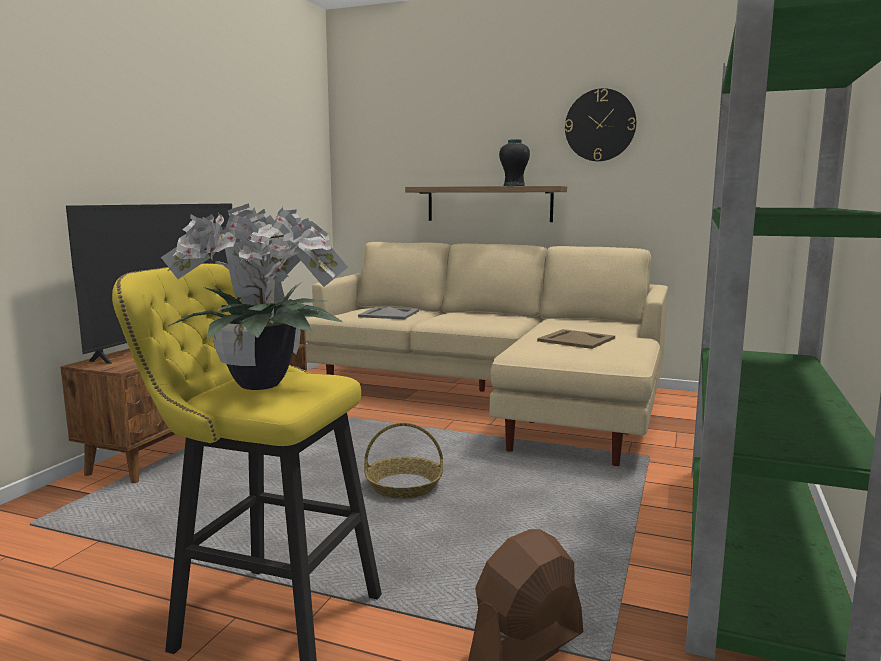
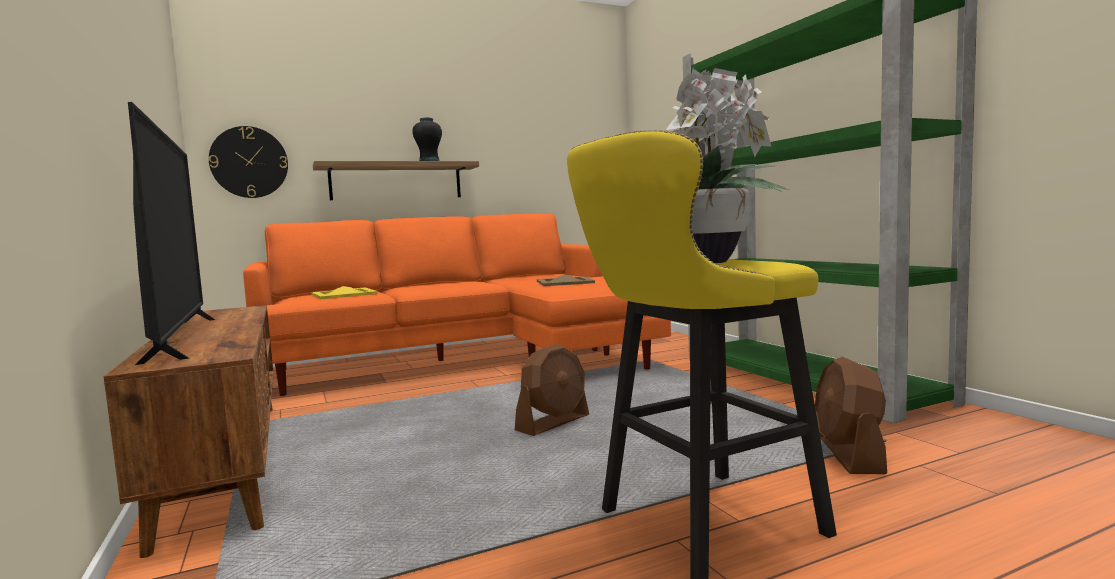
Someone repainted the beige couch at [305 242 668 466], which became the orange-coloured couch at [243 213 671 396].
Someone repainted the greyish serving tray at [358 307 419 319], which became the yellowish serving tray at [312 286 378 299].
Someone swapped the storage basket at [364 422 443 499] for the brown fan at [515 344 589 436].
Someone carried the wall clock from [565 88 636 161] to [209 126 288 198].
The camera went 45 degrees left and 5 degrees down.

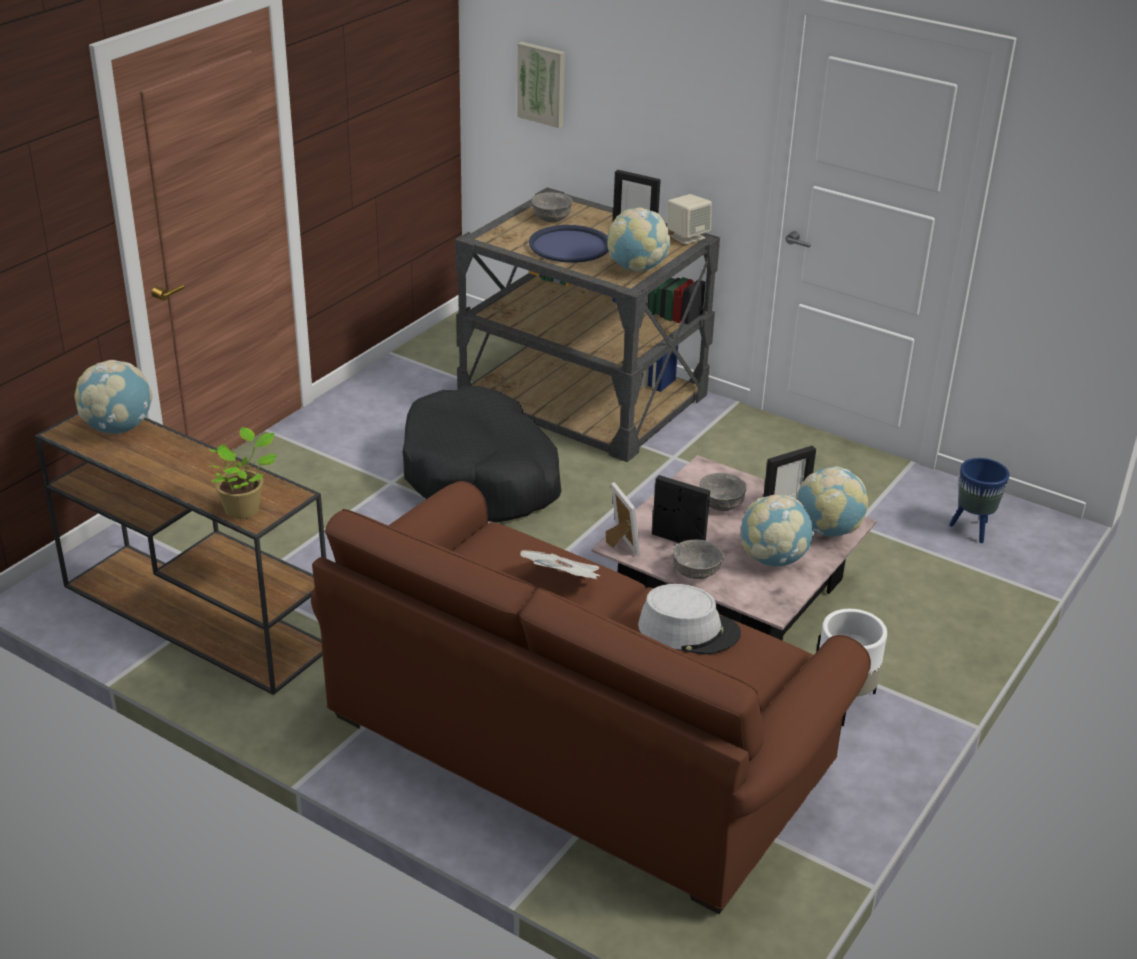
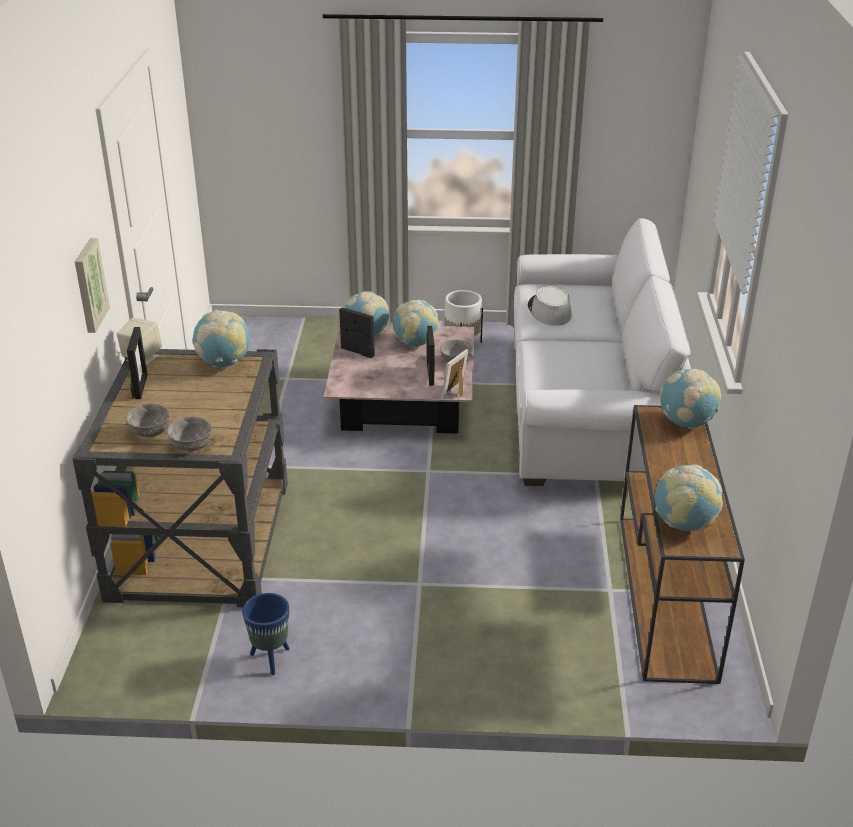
Someone swapped the potted plant at [209 427 277 519] for the desk globe at [660 369 721 429].
Someone repainted the brown couch at [311 481 871 914], which became the white-coloured couch at [514 218 691 486].
Someone took away the black dog bed at [402 386 562 522].
Someone carried the wall picture from [517 42 565 128] to [75 238 110 333].
Someone took away the printed paper at [520 550 600 579].
Someone took away the bluish serving tray at [529 225 609 263].
Someone carried the greyish bowl from [700 473 747 511] to [167 417 212 451].
Someone carried the bluish planter from [949 458 1010 543] to [242 593 289 675].
The camera went 120 degrees left and 0 degrees up.

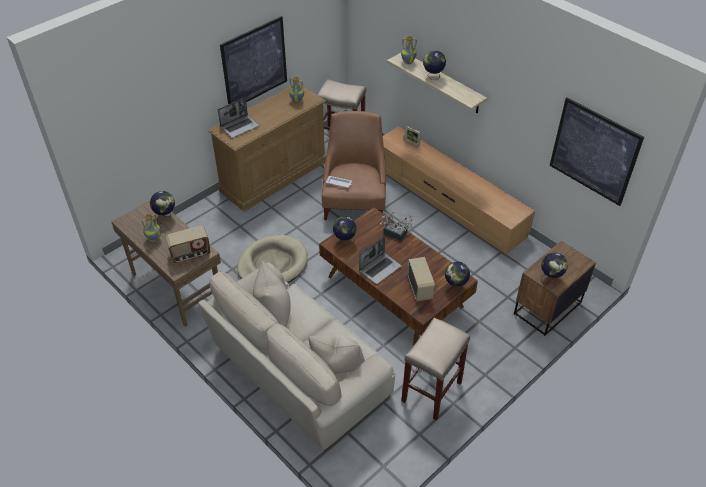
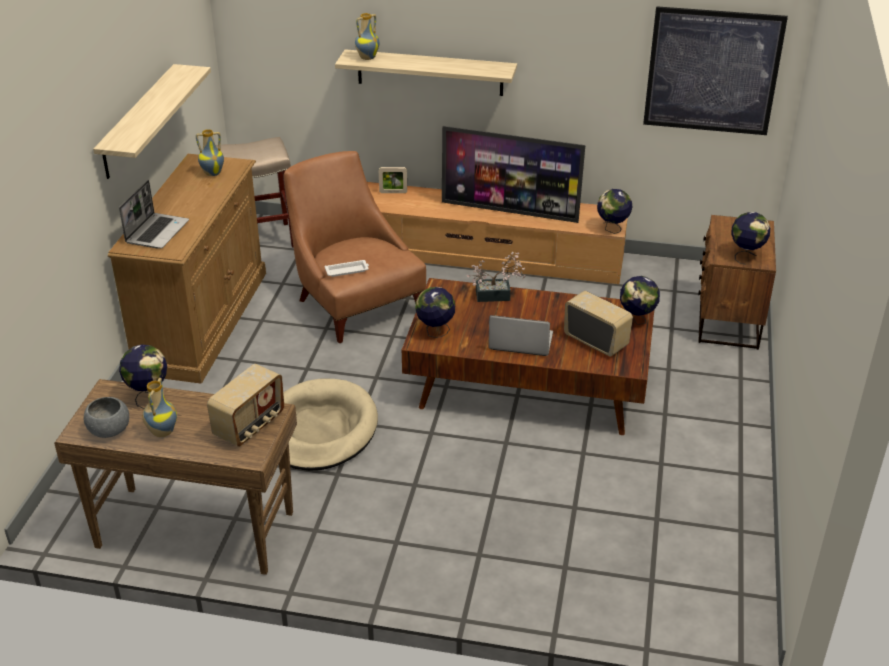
Someone took away the beige couch at [198 261 395 451].
Someone swapped the wall picture at [220 16 287 104] for the wall shelf at [93 64 211 179].
Someone rotated the portable computer at [359 237 402 284] by 90 degrees counterclockwise.
Someone took away the beige stool seat at [401 318 470 421].
Someone carried the desk globe from [423 50 446 80] to [597 189 632 234].
Someone put down the greyish bowl at [84 397 129 438].
Someone put down the television at [442 126 585 223].
The camera went 35 degrees left and 10 degrees down.

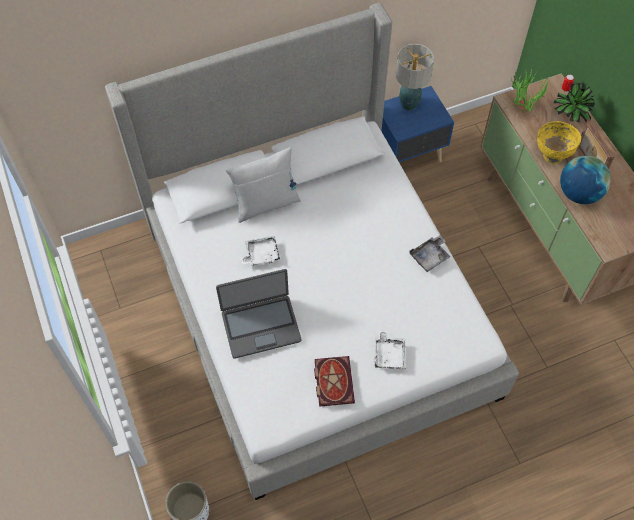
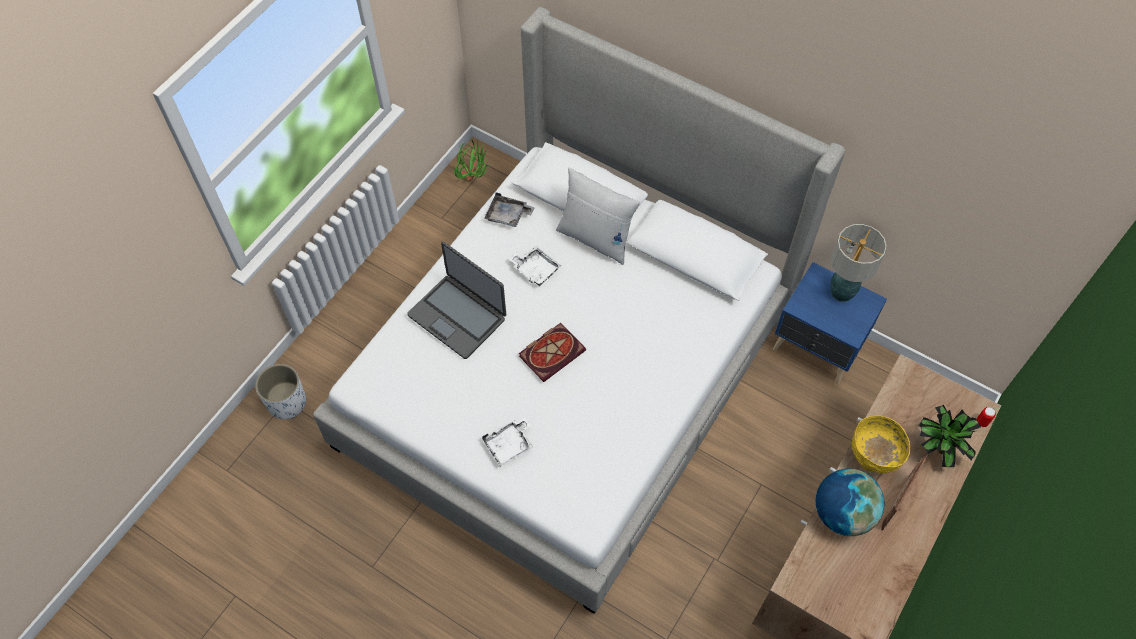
Someone carried the book from [314 356 355 407] to [519 323 586 382].
Someone carried the greyish serving tray from [409 235 451 272] to [484 193 535 227].
Someone carried the potted plant from [510 70 551 112] to [454 138 489 182].
The camera went 55 degrees right and 0 degrees up.

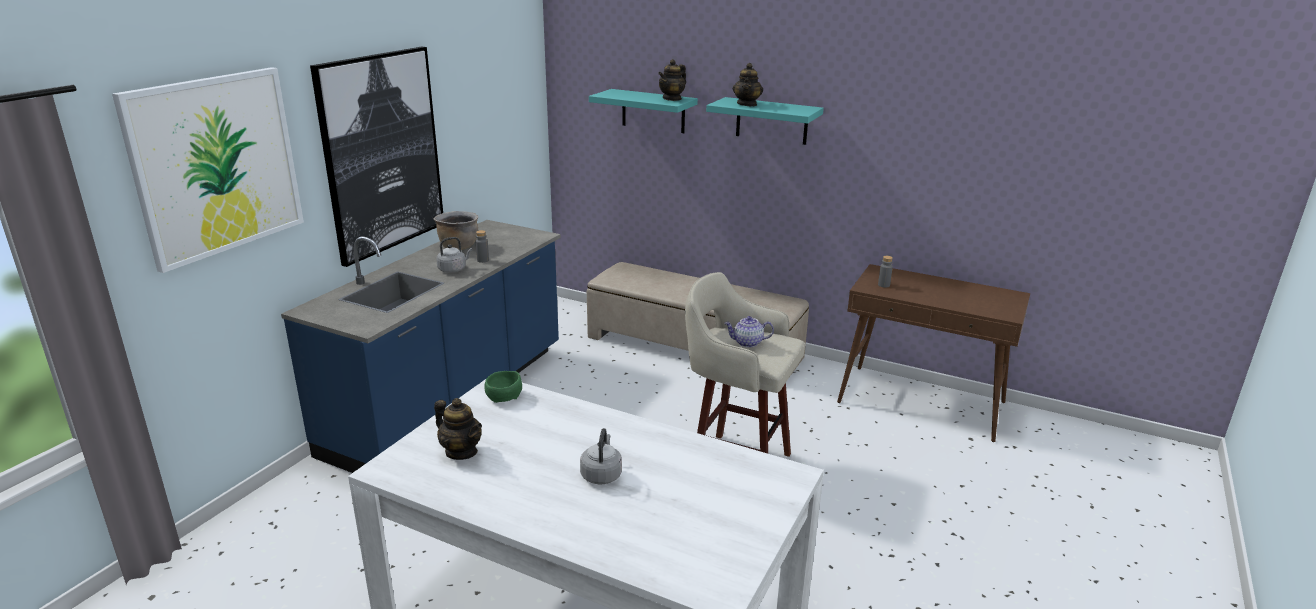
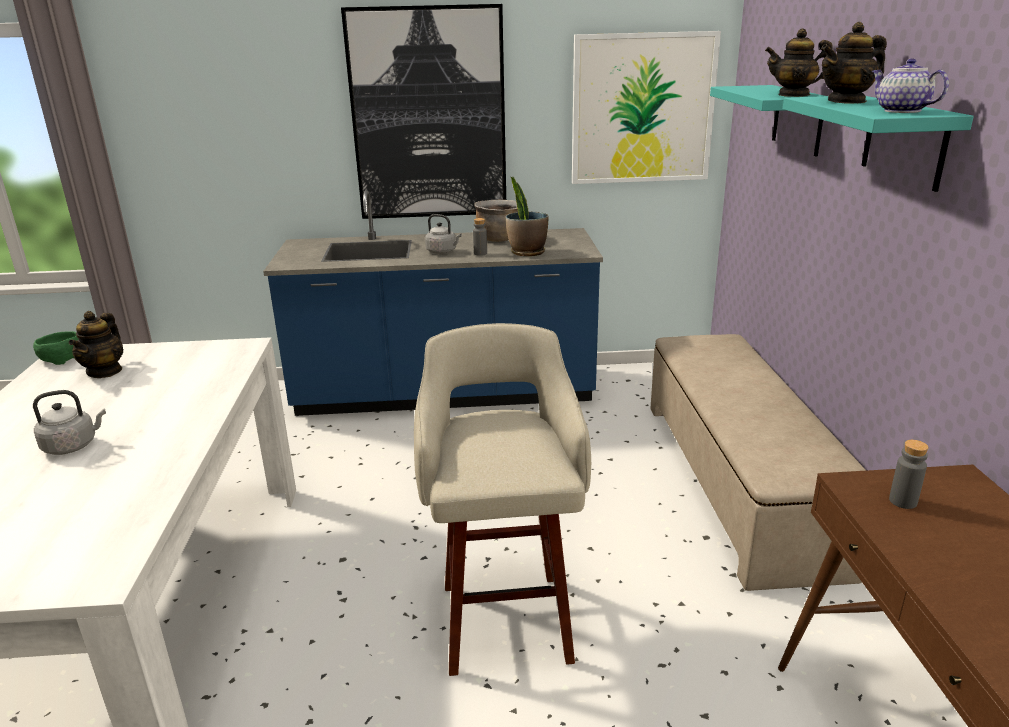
Someone carried the wall picture from [112 67 304 273] to [572 31 721 184].
Someone carried the greenish bowl from [484 371 522 403] to [33 331 79 365].
Someone carried the pot for tea from [724 316 774 348] to [872 58 949 113].
Someone put down the potted plant at [506 177 548 256].
The camera went 60 degrees right and 0 degrees up.

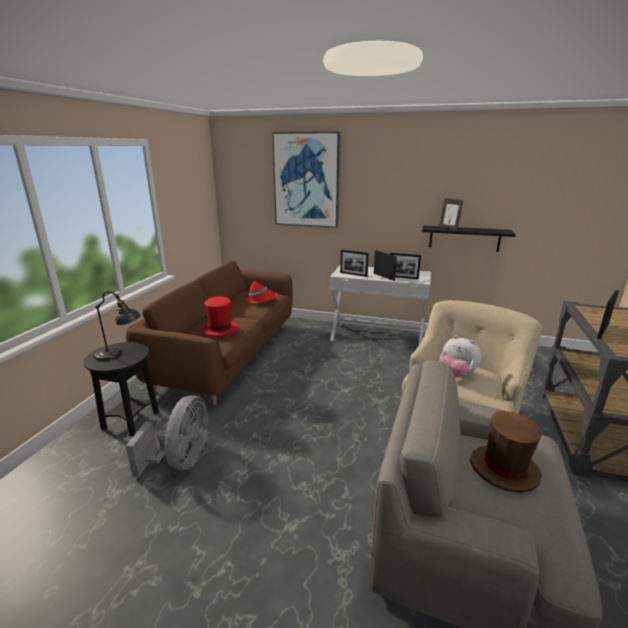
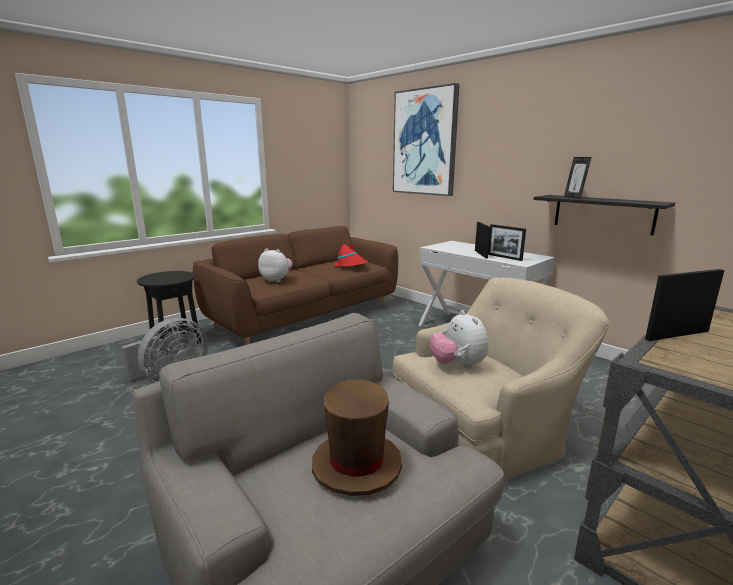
Someone took away the greyish lamp for a table at [94 291 141 361].
Someone swapped the reddish wearable hat at [202 296 239 337] for the cuddly toy at [258 248 293 283].
Someone took away the standing frame at [340 250 369 277].
The camera went 30 degrees right and 5 degrees down.

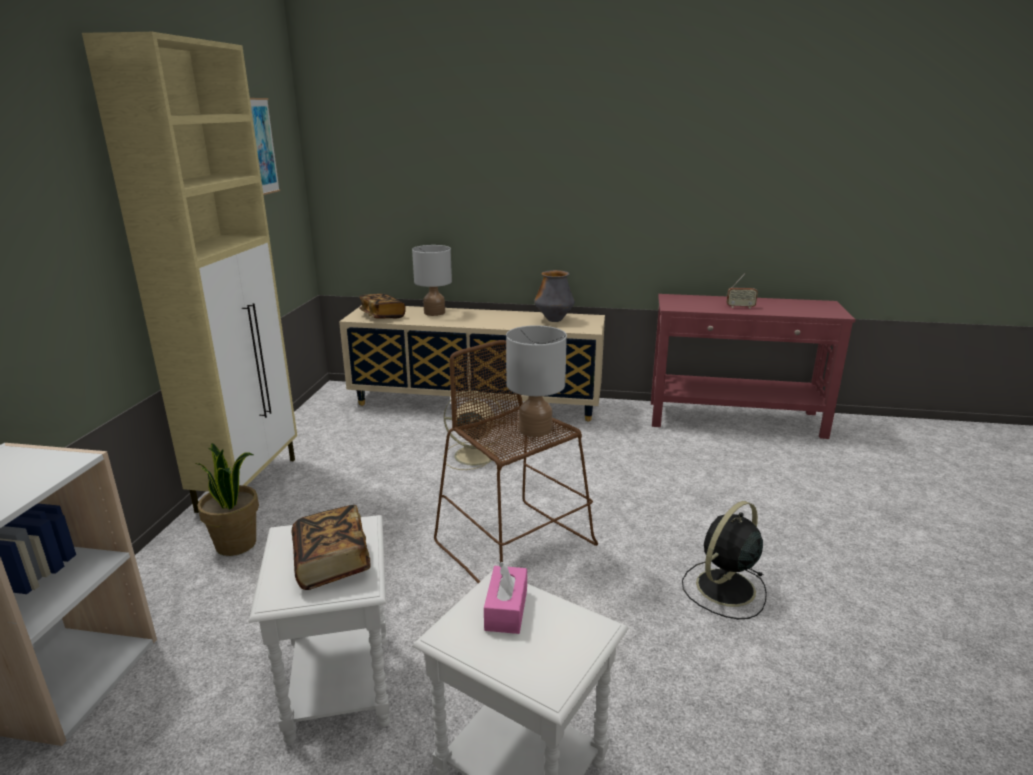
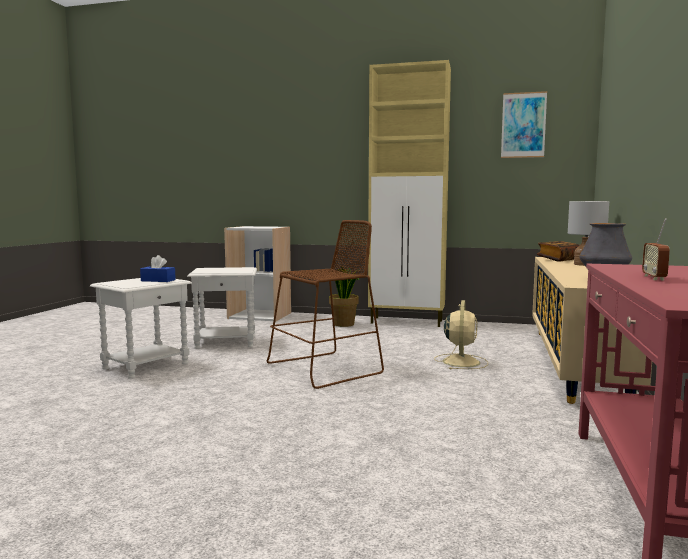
Someone took away the book at [292 505 371 590].
Someone repainted the pinkish tissue box at [484 562 527 634], which became the bluish tissue box at [140 255 176 282].
Someone took away the greyish lamp for a table at [506 325 567 437].
Someone took away the black fan at [682 501 767 619].
The camera went 95 degrees right and 15 degrees down.

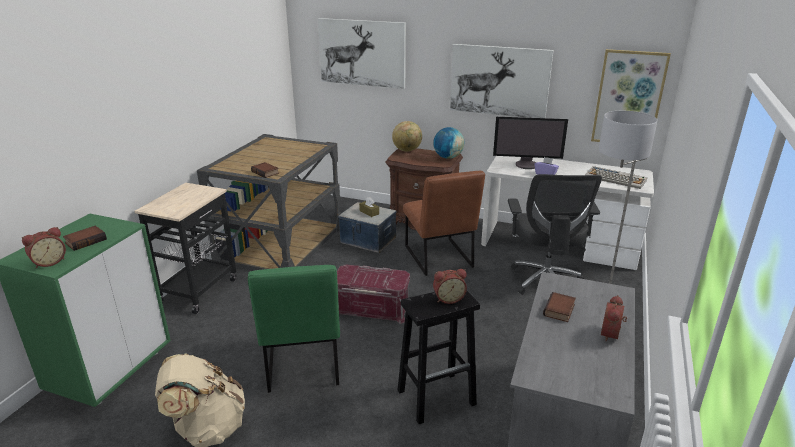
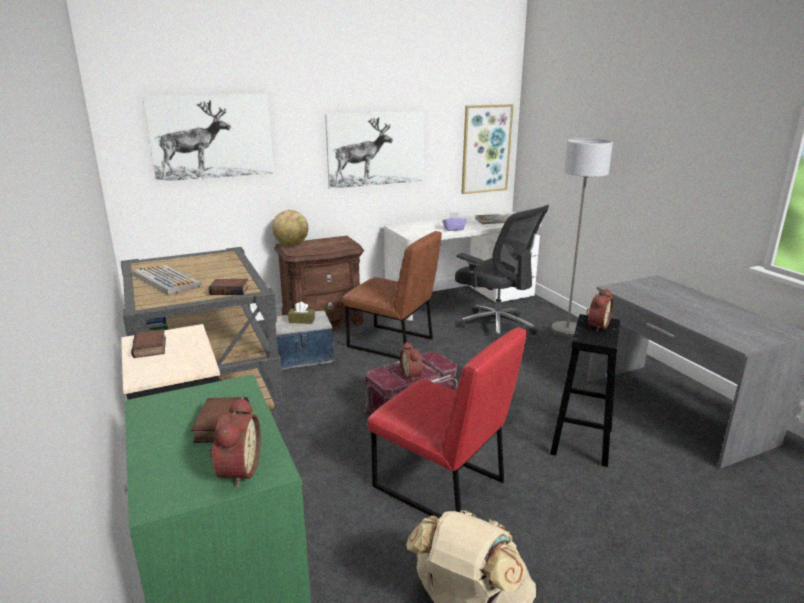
Someone repainted the greenish chair at [248 265 340 393], which became the reddish chair at [367 327 527 518].
Someone took away the desk globe at [433 127 464 159].
Someone took away the computer display at [493 117 568 169].
Someone carried the book from [543 292 576 322] to [131 329 166 358].
Someone carried the table clock from [601 295 627 342] to [400 342 423 381].
Someone put down the computer keyboard at [133 265 202 295].
The camera went 45 degrees left and 5 degrees down.

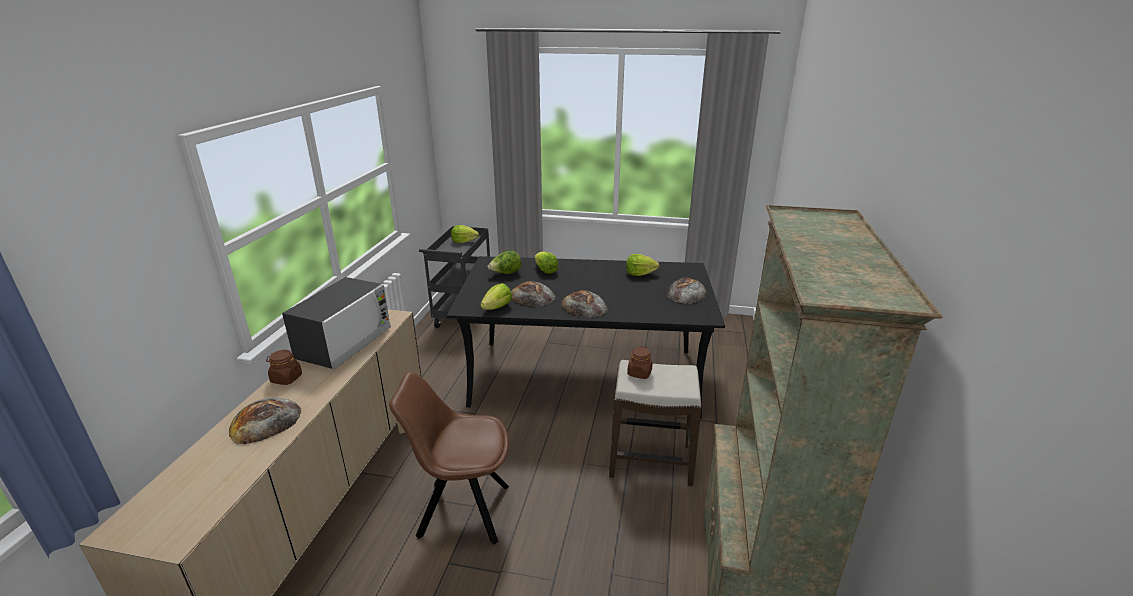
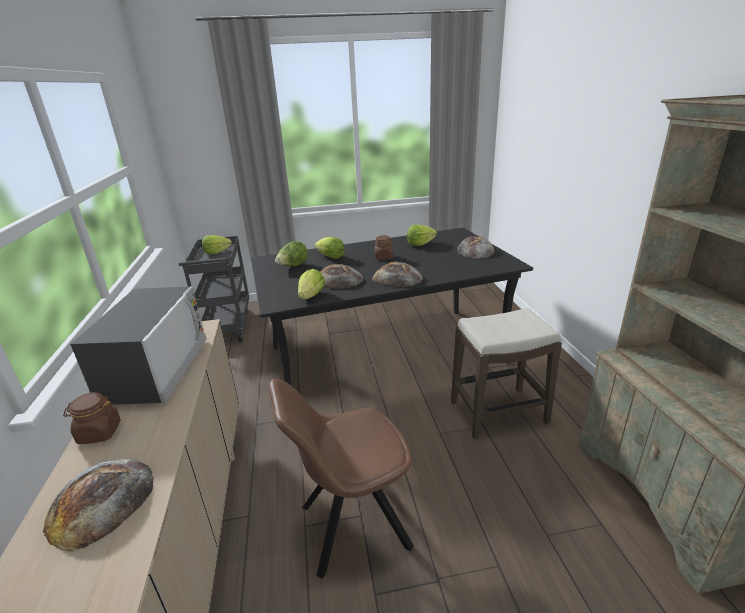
Someone carried the brown storage jar from [627 346 653 379] to [375 235 393 260].
The camera went 20 degrees left and 0 degrees up.

